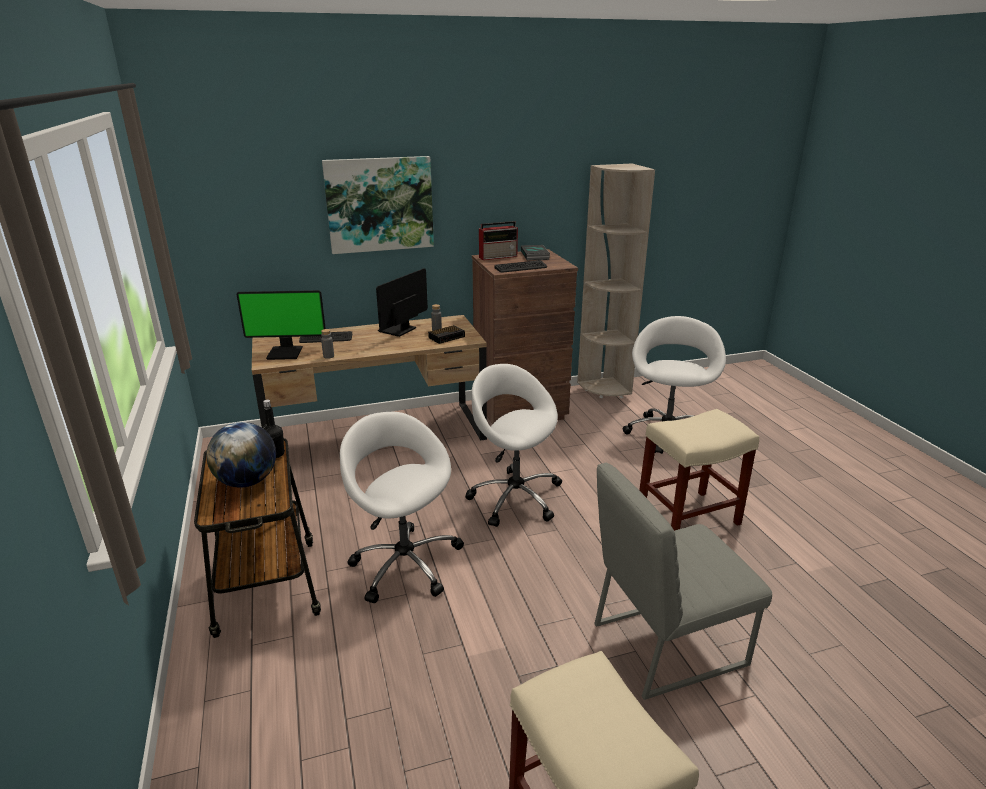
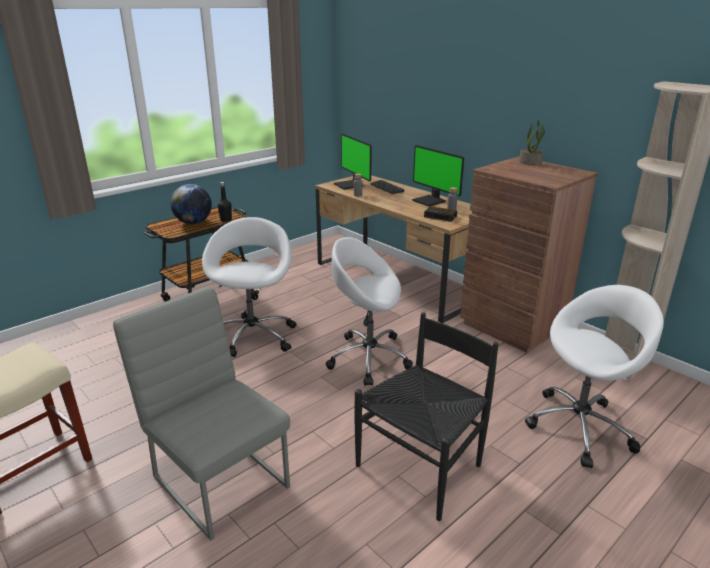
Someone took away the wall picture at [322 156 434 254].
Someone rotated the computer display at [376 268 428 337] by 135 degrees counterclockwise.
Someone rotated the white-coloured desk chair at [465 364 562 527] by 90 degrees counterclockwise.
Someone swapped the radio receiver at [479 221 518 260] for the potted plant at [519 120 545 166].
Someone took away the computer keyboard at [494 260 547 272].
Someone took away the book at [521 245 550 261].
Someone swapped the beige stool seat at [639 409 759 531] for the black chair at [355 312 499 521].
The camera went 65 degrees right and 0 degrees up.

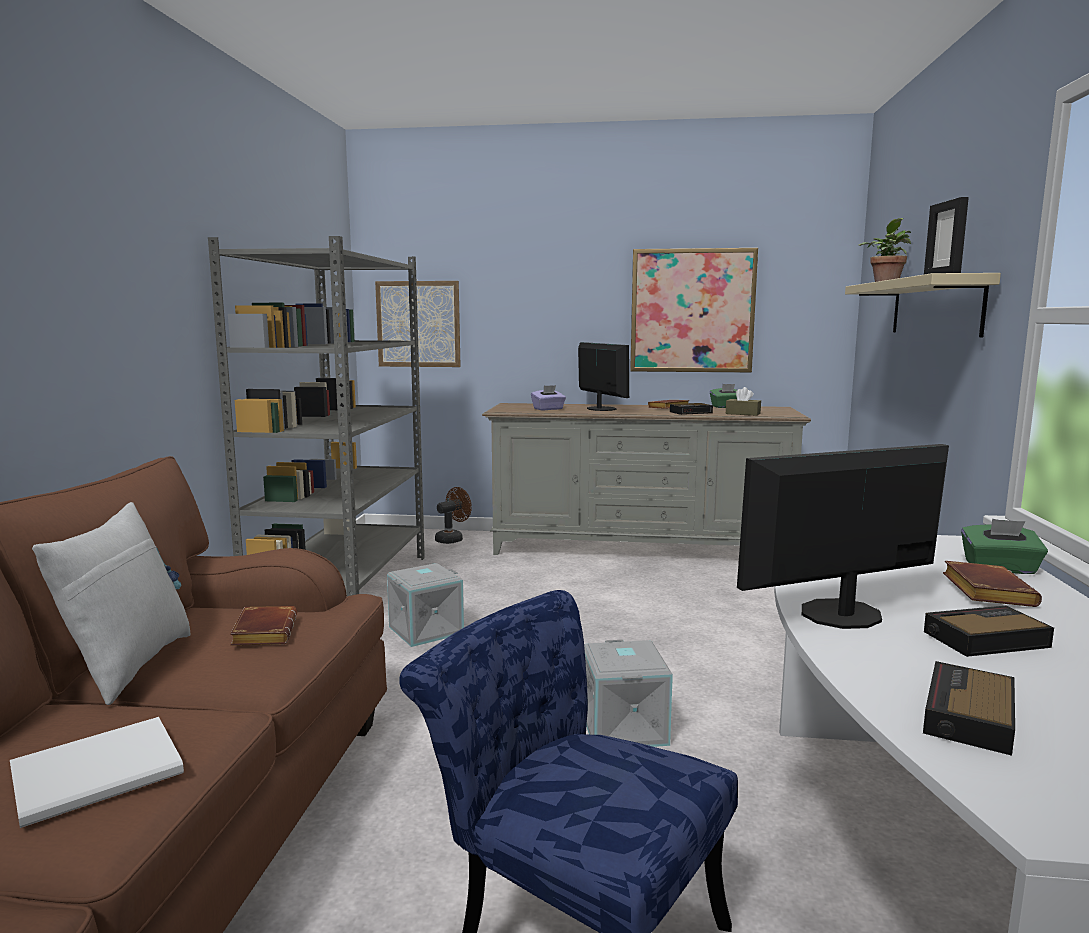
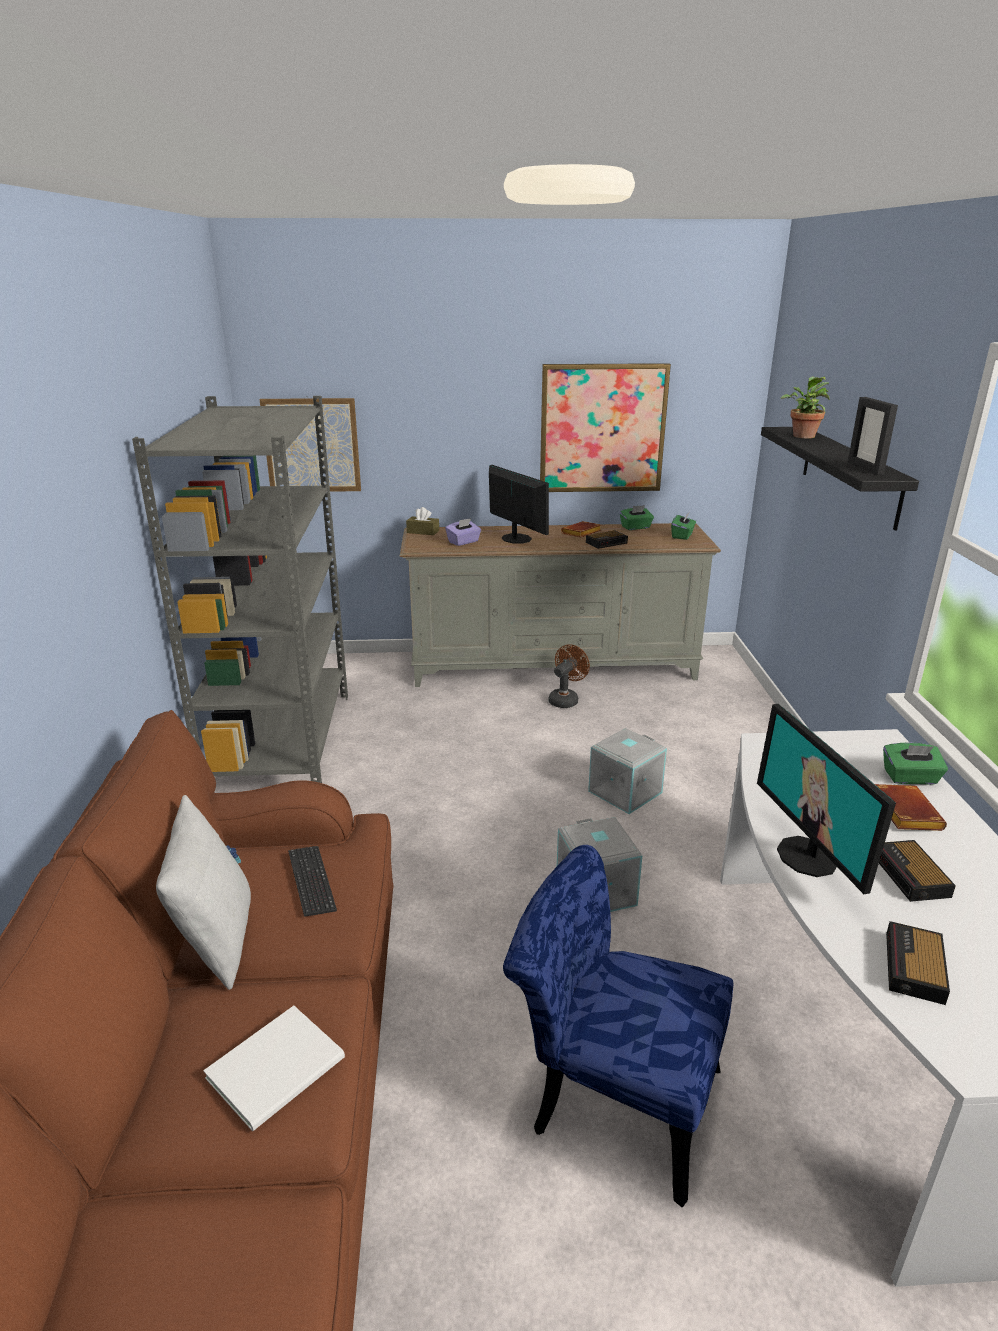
Someone swapped the brown book at [230 606 297 646] for the computer keyboard at [288 846 337 917].
Someone carried the greyish storage box from [387 563 464 647] to [588 728 667 814].
Someone carried the brown fan from [435 487 472 544] to [549 644 590 708].
Someone carried the brown tissue box from [726 387 761 416] to [406 507 439 535].
Someone rotated the computer display at [737 444 949 629] by 75 degrees counterclockwise.
Someone repainted the beige wall shelf at [845 273 1001 337], which became the black wall shelf at [761 427 919 531].
Someone rotated the table clock at [924 606 1054 657] by 75 degrees counterclockwise.
Someone put down the greenish tissue box at [671 512 696 540].
The camera went 10 degrees left and 15 degrees up.

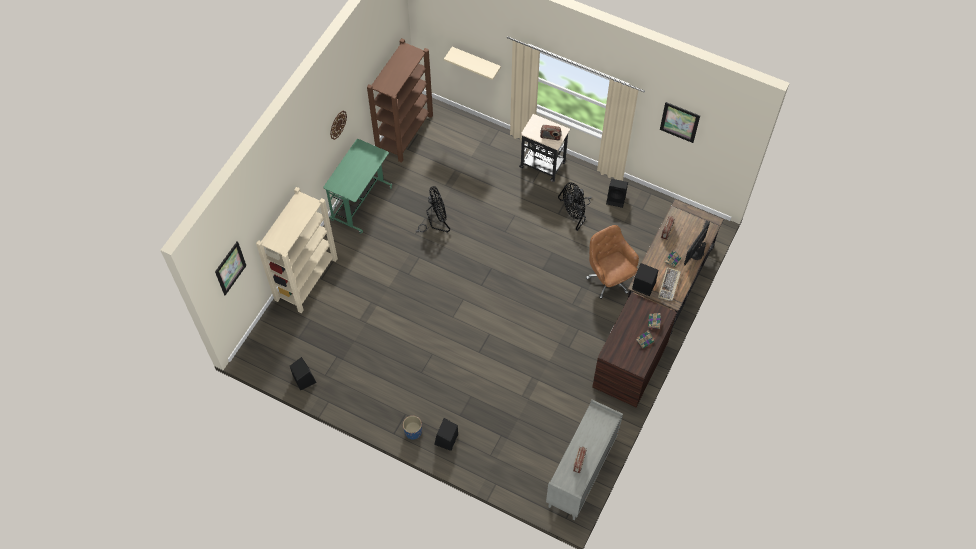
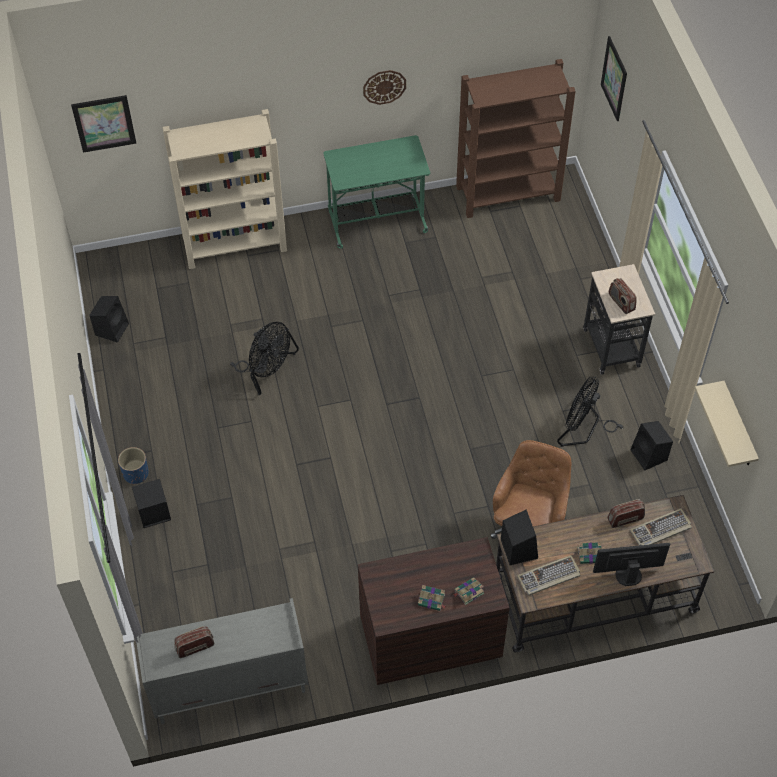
Someone carried the black fan from [415 186 450 233] to [230 322 299 395].
Someone carried the beige wall shelf from [444 47 501 80] to [695 381 759 467].
Someone carried the wall picture from [660 102 700 143] to [601 36 627 121].
Someone put down the computer keyboard at [630 508 692 546].
The camera went 50 degrees right and 5 degrees down.

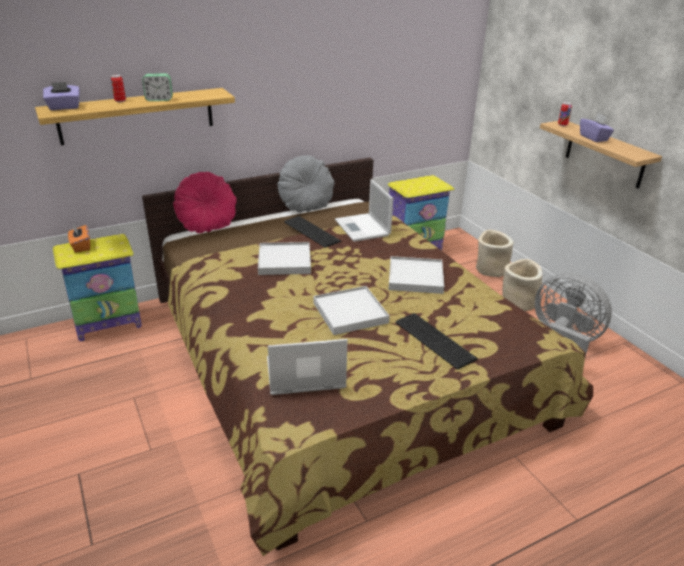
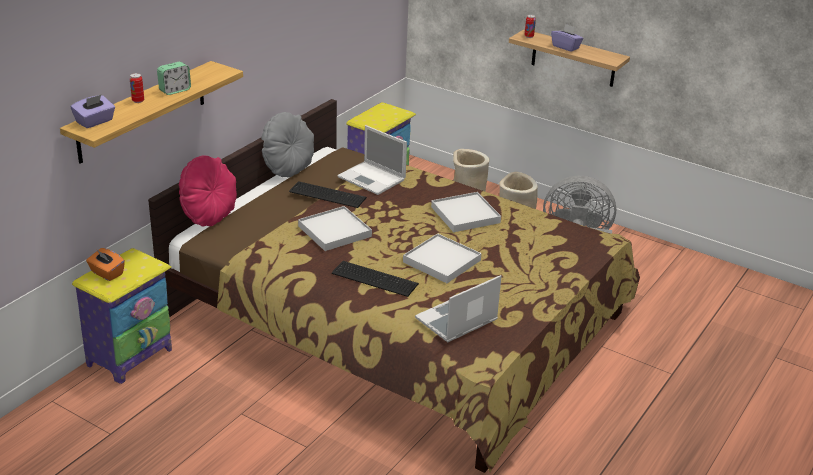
Someone carried the computer keyboard from [395 313 478 370] to [332 261 419 297].
The camera went 30 degrees left and 0 degrees up.

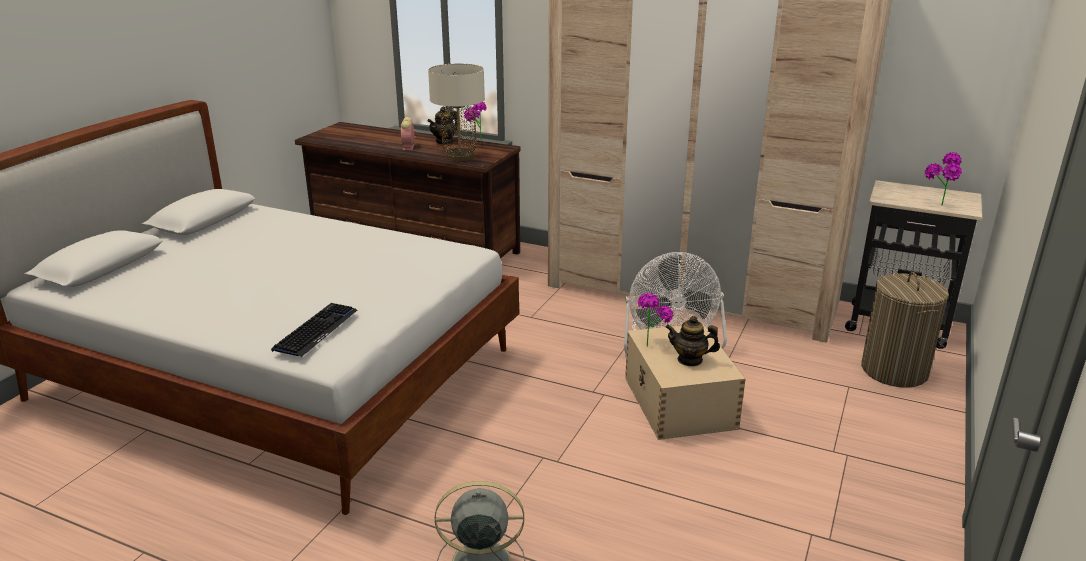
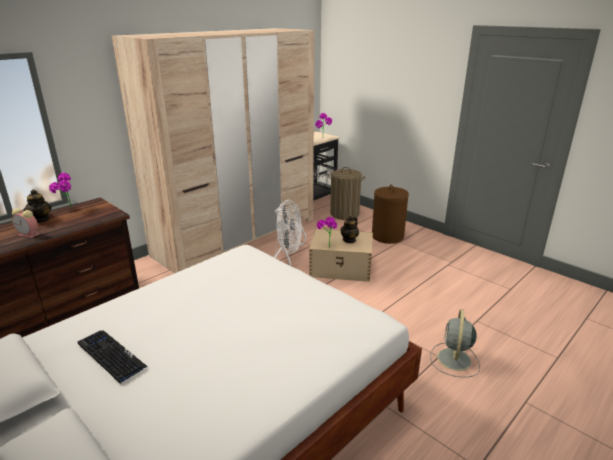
Someone carried the computer keyboard from [271 303 357 357] to [78 330 148 384].
Someone took away the lamp for a table at [428 63 485 162].
Someone put down the brown hamper at [372 185 409 244].
The camera went 70 degrees left and 0 degrees up.

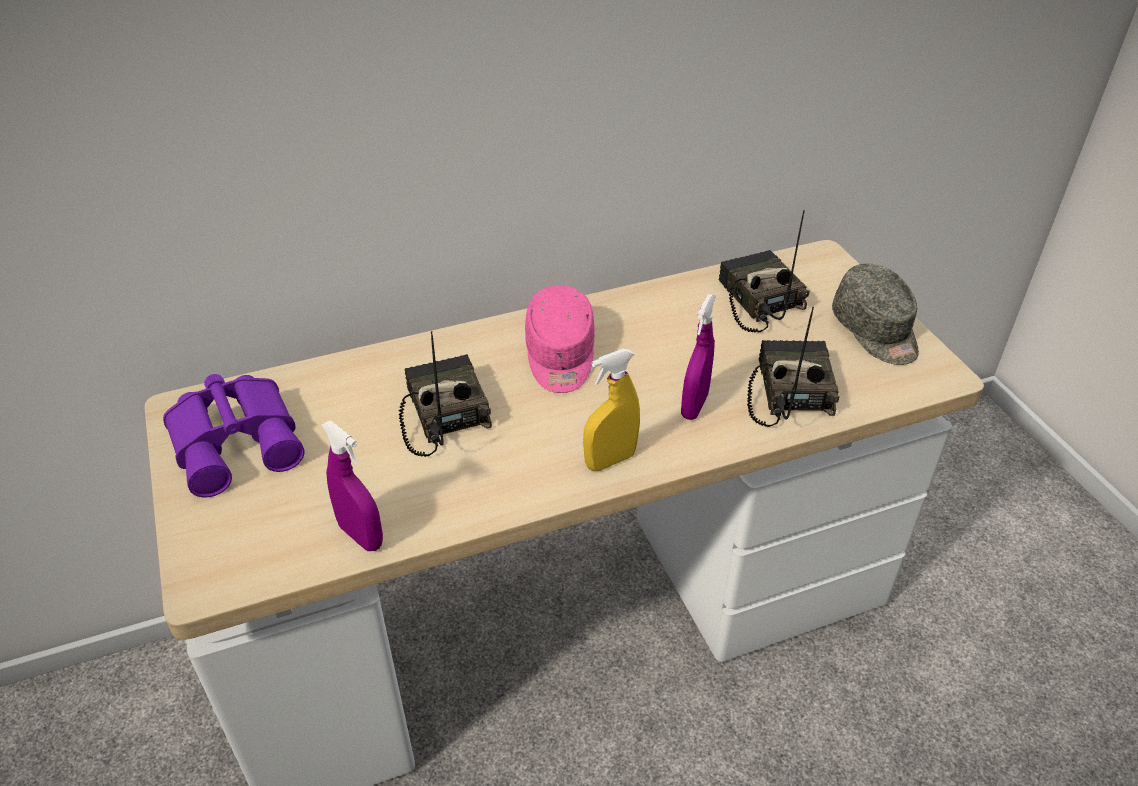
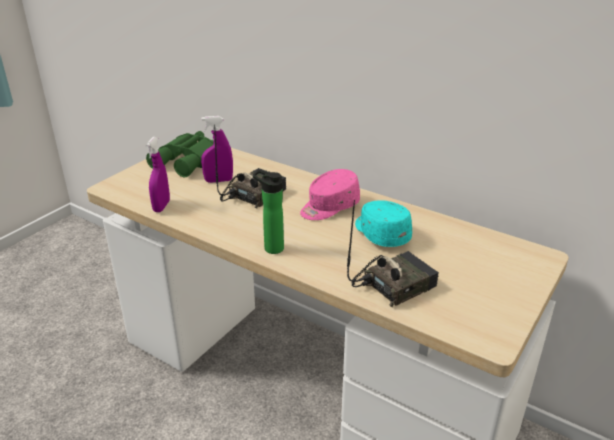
Someone repainted the purplish binoculars at [163 374 305 498], which became the greenish binoculars at [146 131 214 177].
Someone swapped the yellowish hand sprayer at [583 349 640 471] for the beverage bottle at [253 170 284 254].
Someone carried the purplish hand sprayer from [681 294 716 420] to [201 116 233 183].
Someone took away the radio receiver at [719 210 810 333].
Someone took away the greyish baseball cap at [832 263 919 365].
Someone put down the turquoise-coloured baseball cap at [355 200 412 247].
The camera went 55 degrees right and 10 degrees down.

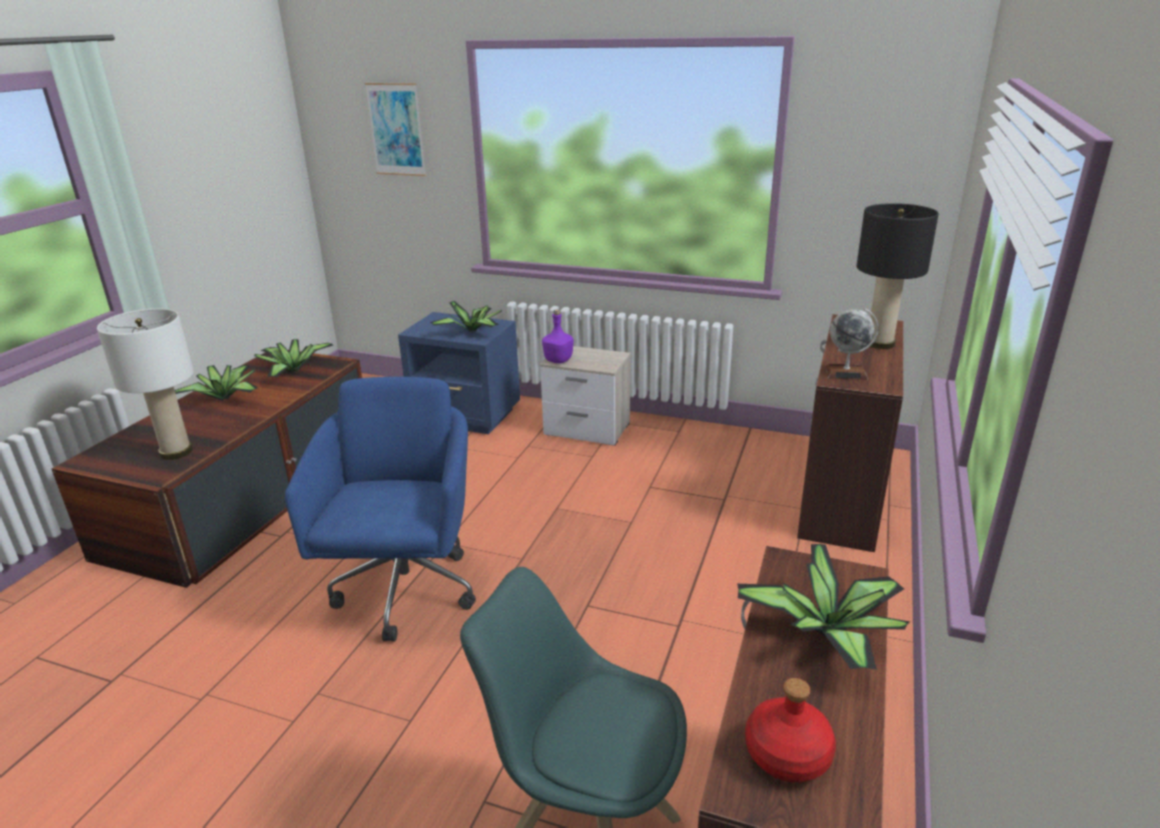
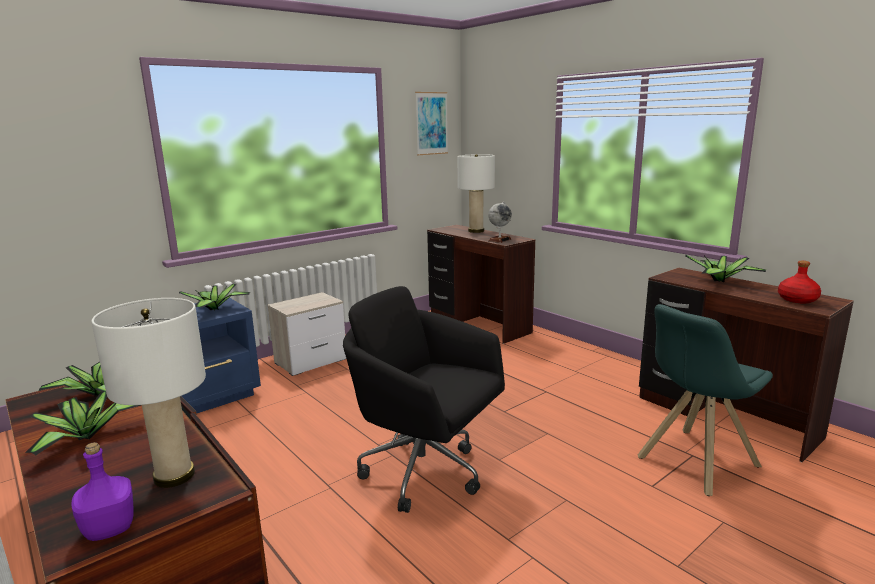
Someone repainted the bluish desk chair at [285 377 476 642], which became the black desk chair at [343 286 505 513].
Someone carried the wall picture from [365 83 426 176] to [415 92 448 155].
Someone carried the purplish beverage bottle from [542 309 574 363] to [71 442 134 541].
Someone repainted the black lamp for a table at [857 203 939 349], which became the white-coloured lamp for a table at [458 154 495 233].
The camera went 60 degrees left and 10 degrees down.

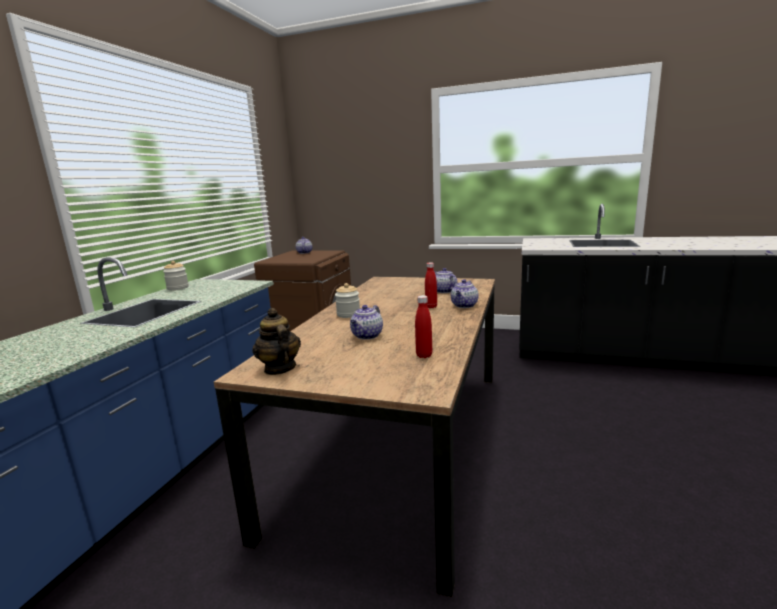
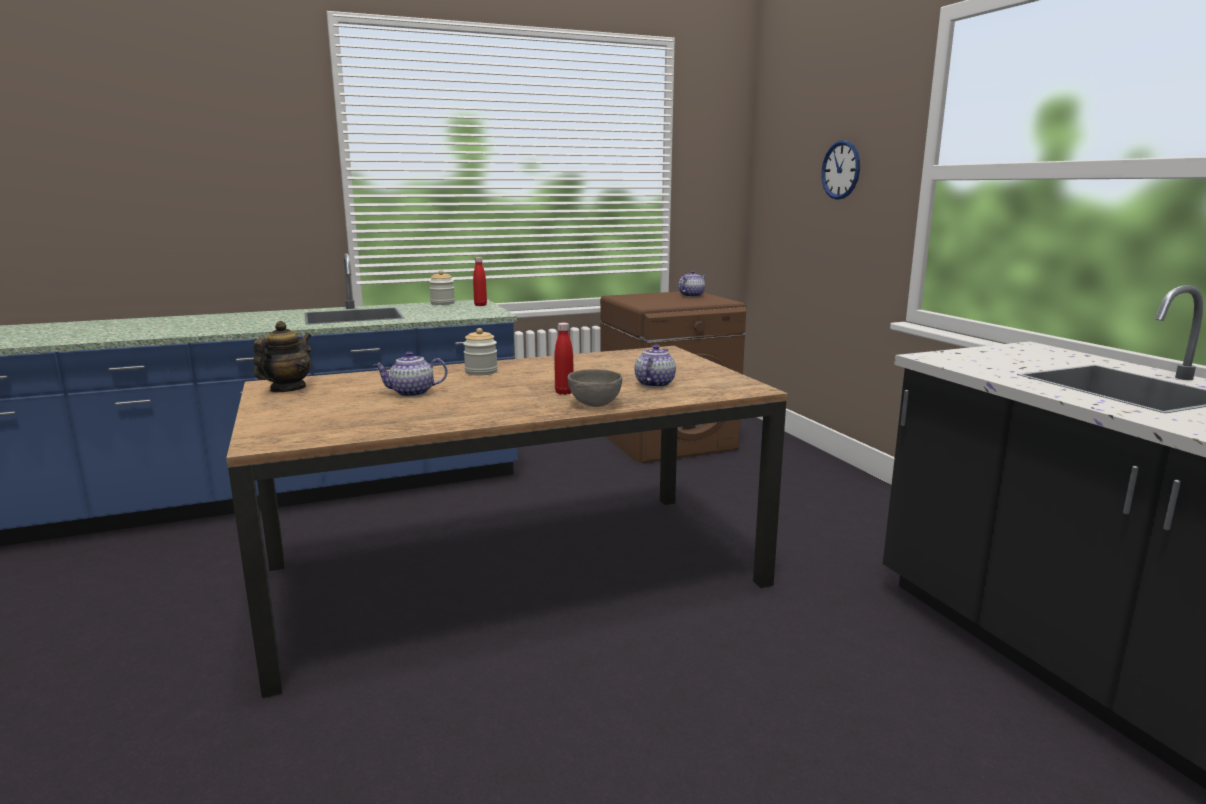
Someone carried the reddish beverage bottle from [415 295 432 358] to [473 257 487 306].
Someone swapped the pot for tea at [451 279 479 308] for the greyish bowl at [567 369 622 407].
Someone put up the wall clock at [821 140 860 200].
The camera went 50 degrees right and 0 degrees up.

